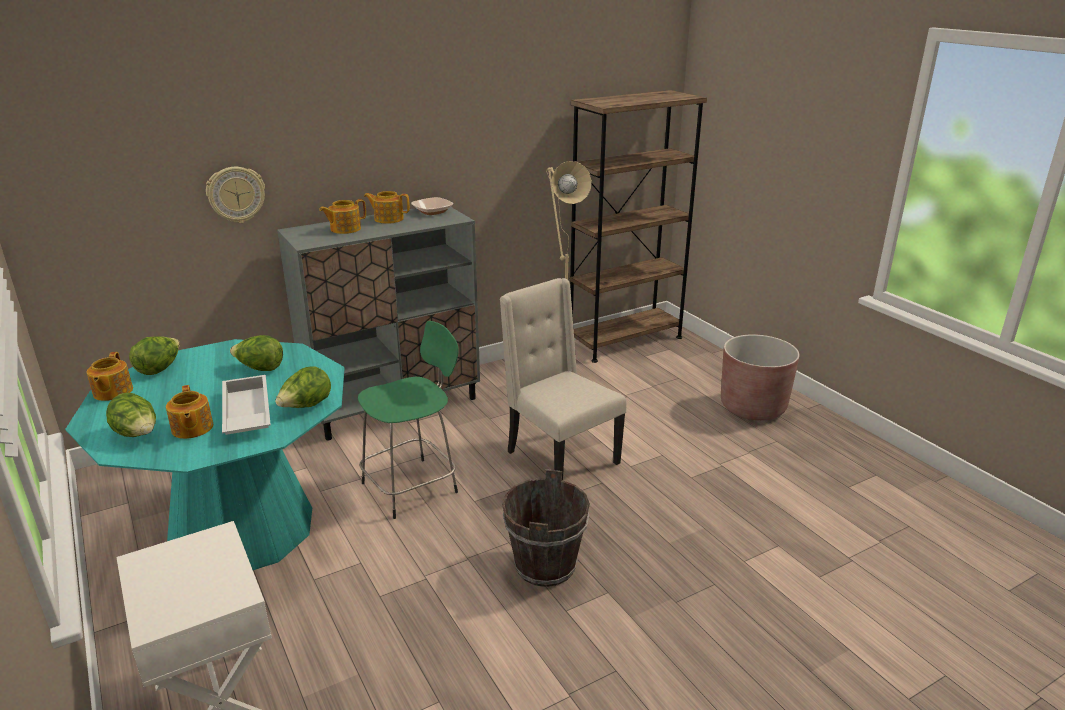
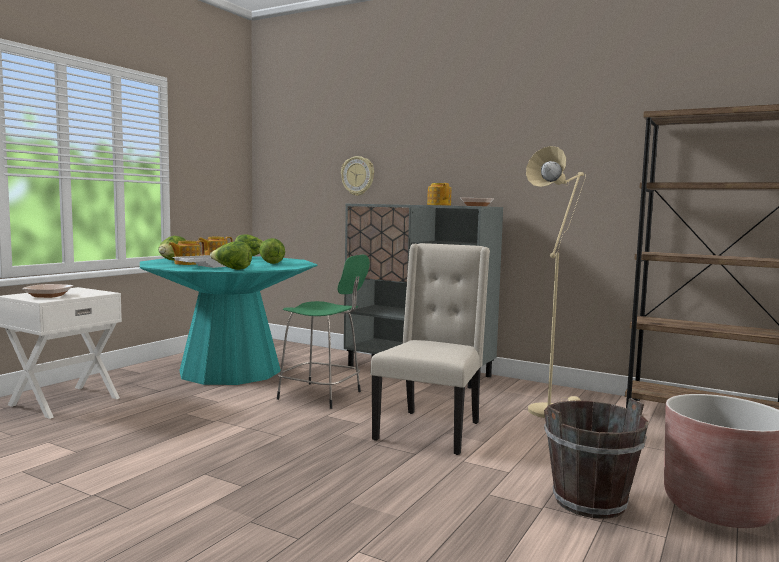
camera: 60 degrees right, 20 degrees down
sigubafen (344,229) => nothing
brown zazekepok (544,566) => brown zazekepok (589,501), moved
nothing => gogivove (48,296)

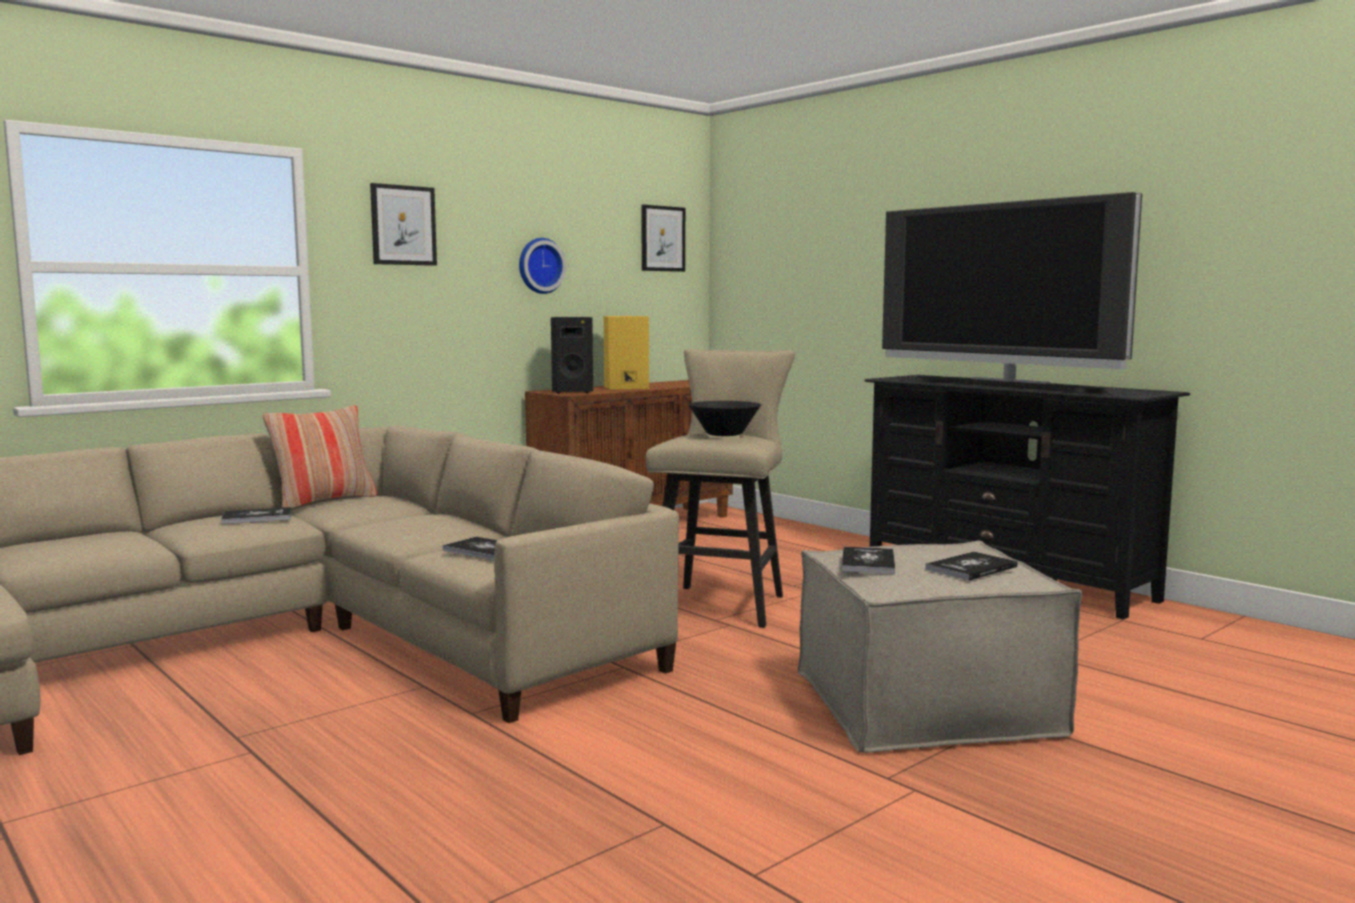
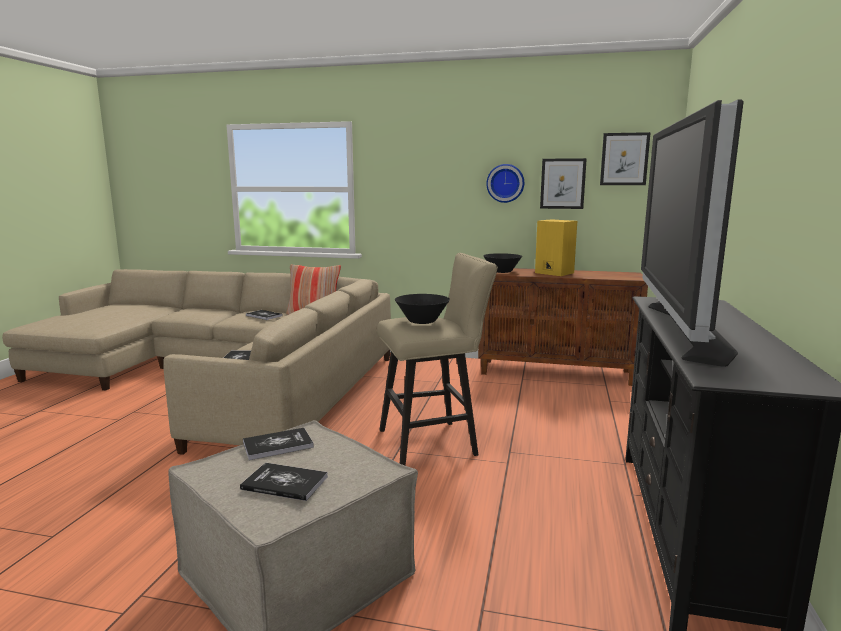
camera: 55 degrees right, 5 degrees up
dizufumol (403,225) => dizufumol (562,183), moved
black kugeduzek (572,392) => black gogivove (502,271)

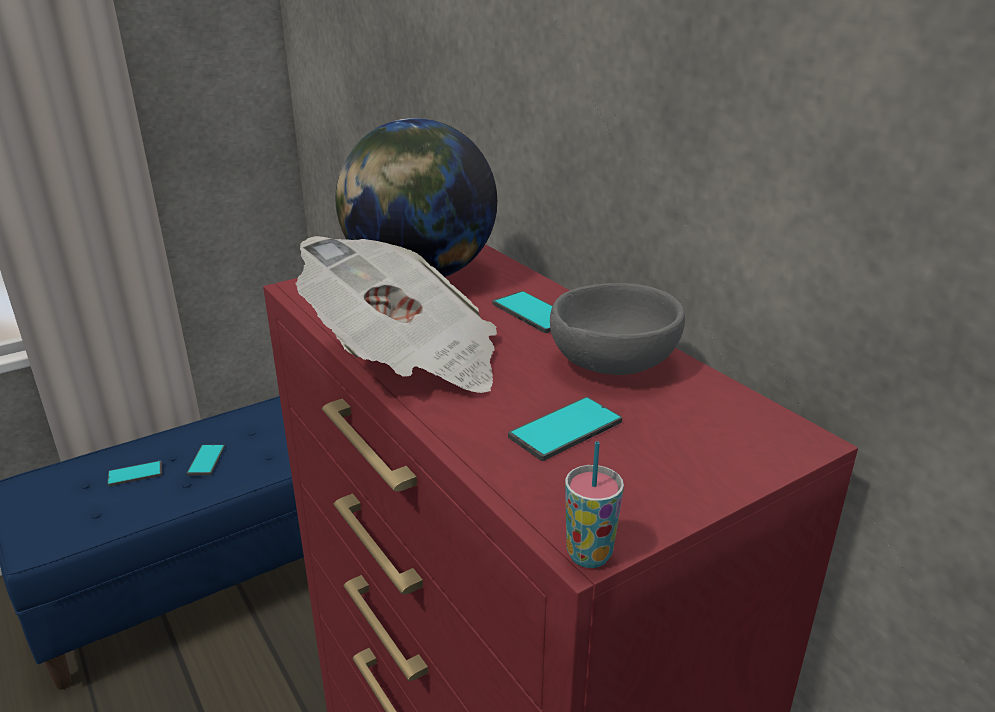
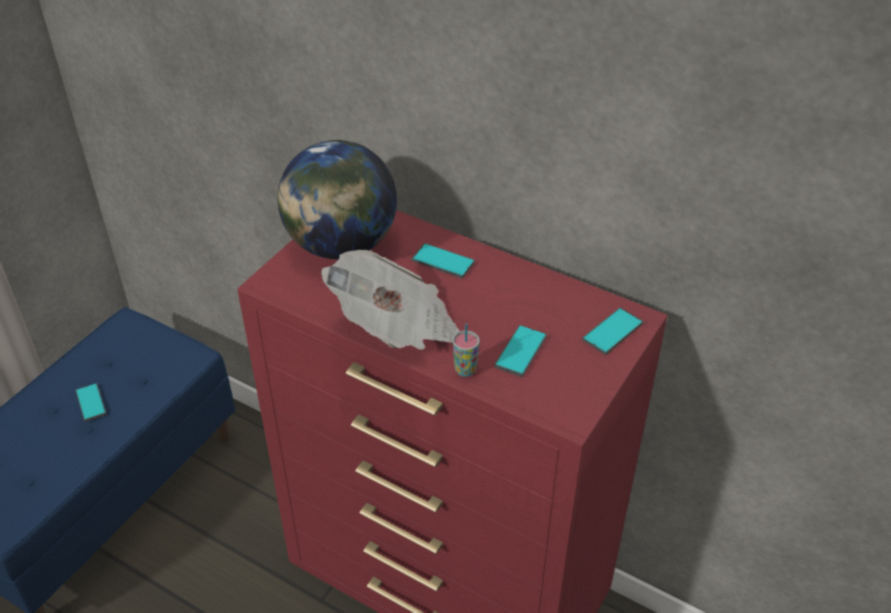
camera: 25 degrees left, 15 degrees up
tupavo (135,474) => tupavo (612,331), moved
grey gogivove (615,364) => nothing
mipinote (589,555) => mipinote (465,370), moved

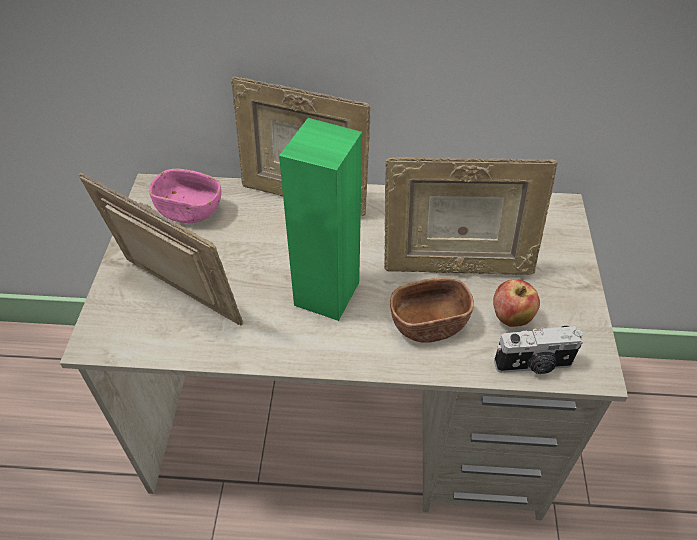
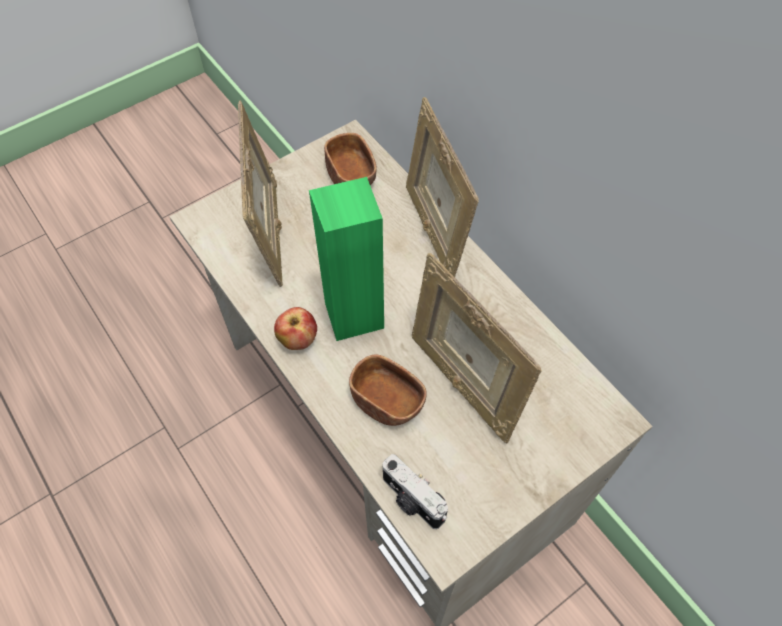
camera: 50 degrees right, 10 degrees up
pink gogivove (190,210) => brown gogivove (351,176)
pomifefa (511,317) => pomifefa (298,339), moved

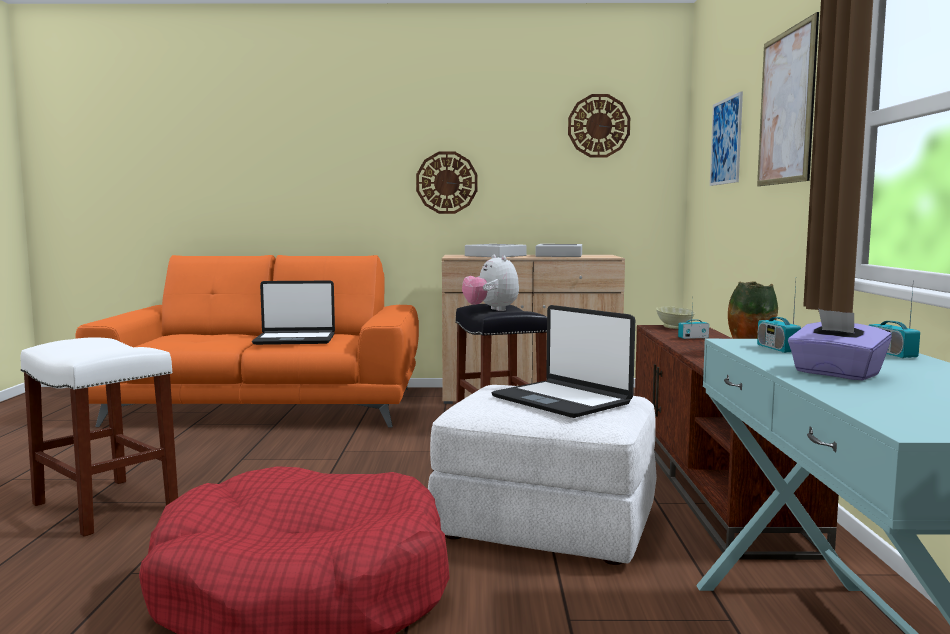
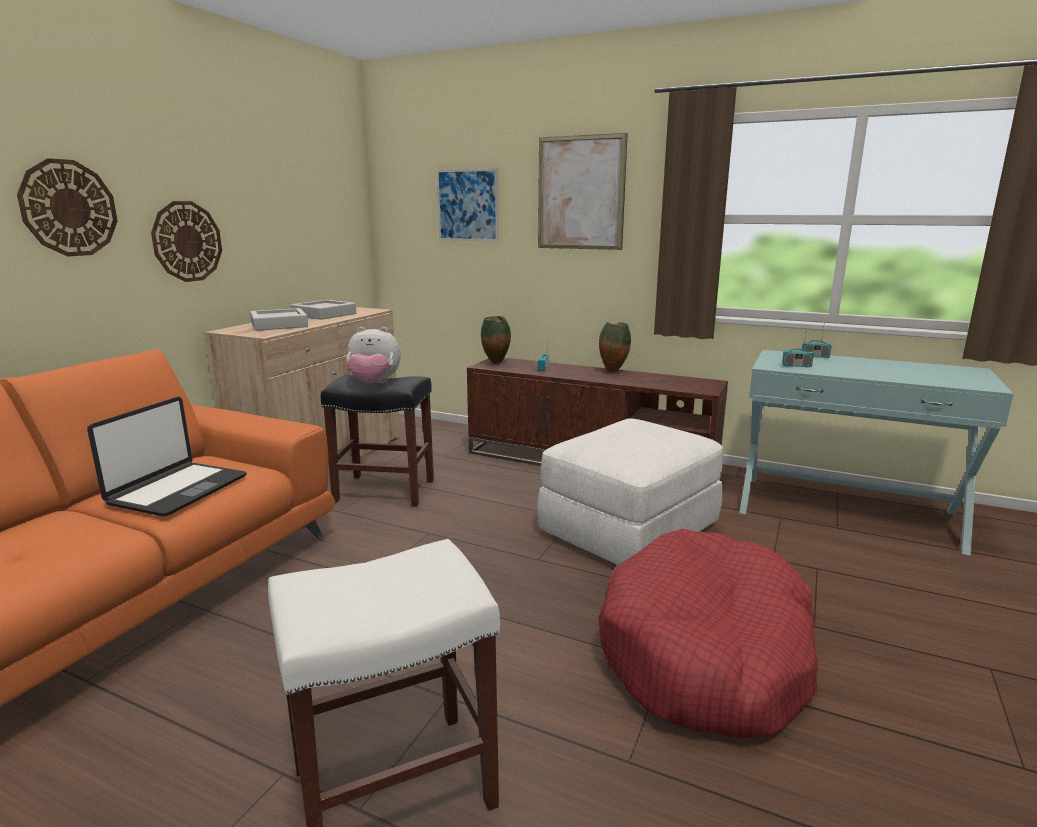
camera: 65 degrees left, 10 degrees up
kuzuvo (562,400) => nothing
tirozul (598,126) => tirozul (69,208), moved
beige gogivove (674,328) => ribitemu (496,363)
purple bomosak (835,374) => nothing

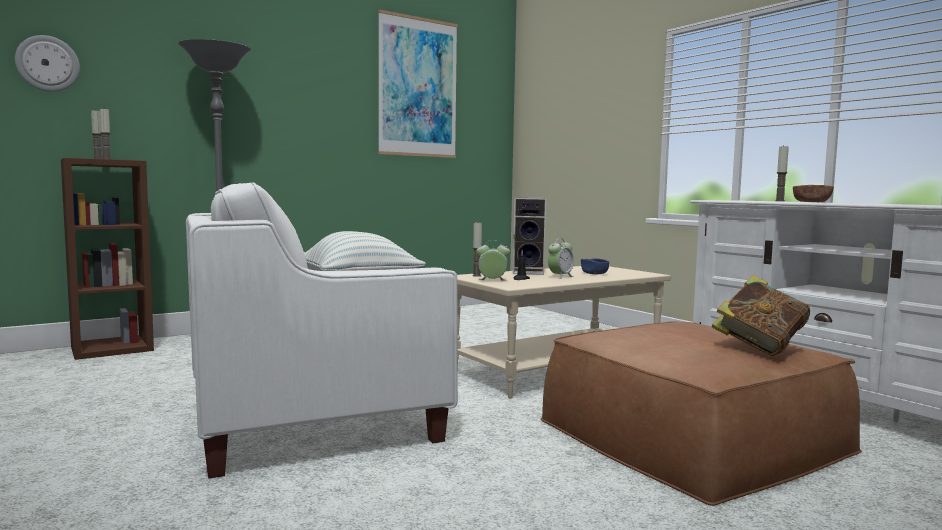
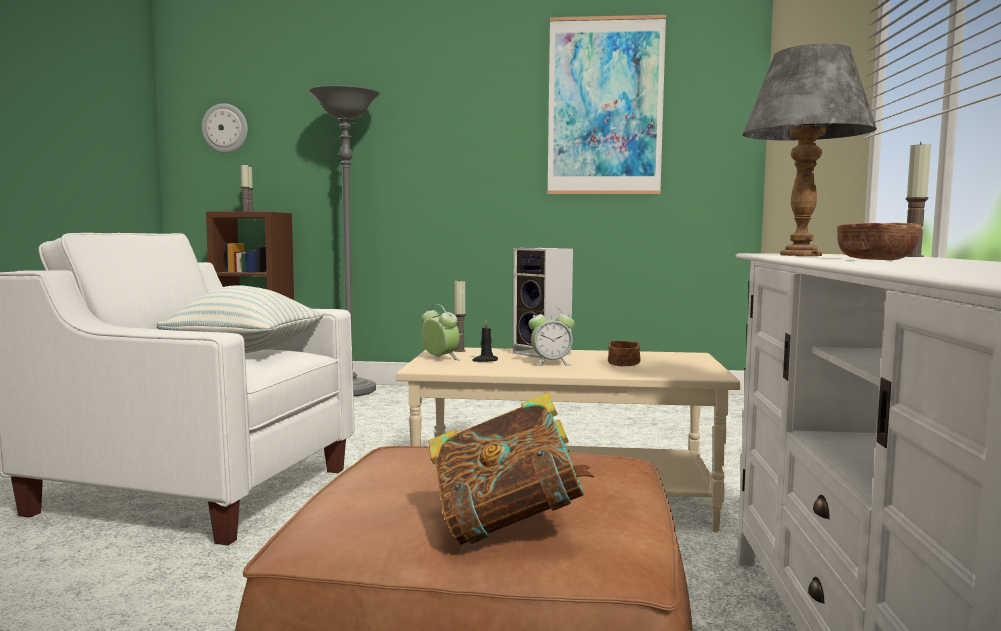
camera: 40 degrees right, 0 degrees up
blue gogivove (594,273) => brown gogivove (623,365)
nothing => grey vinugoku (801,255)

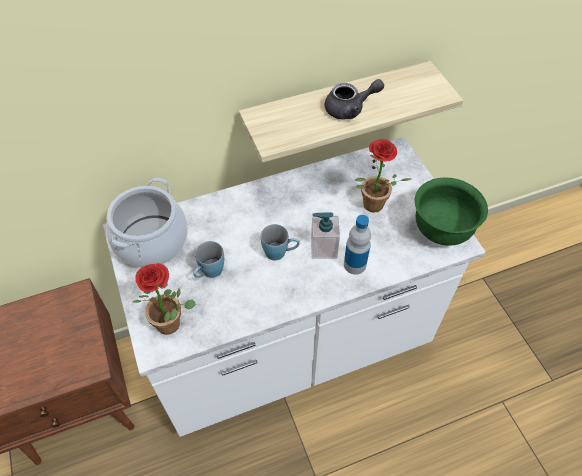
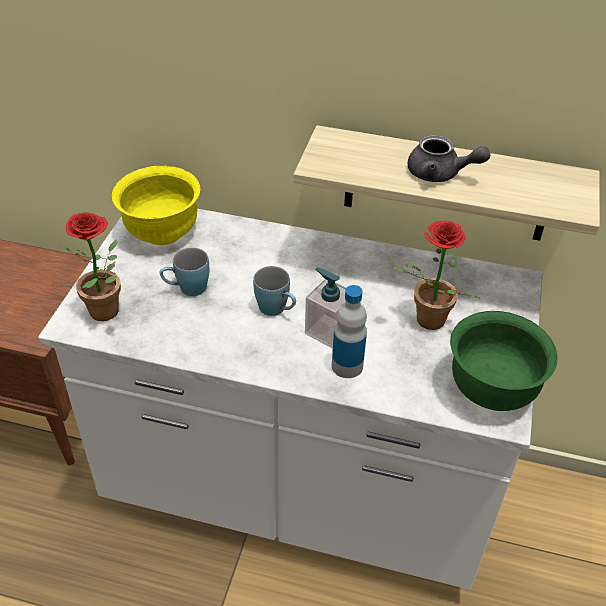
camera: 35 degrees right, 10 degrees down
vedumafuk (151,241) => yellow gogivove (161,232)

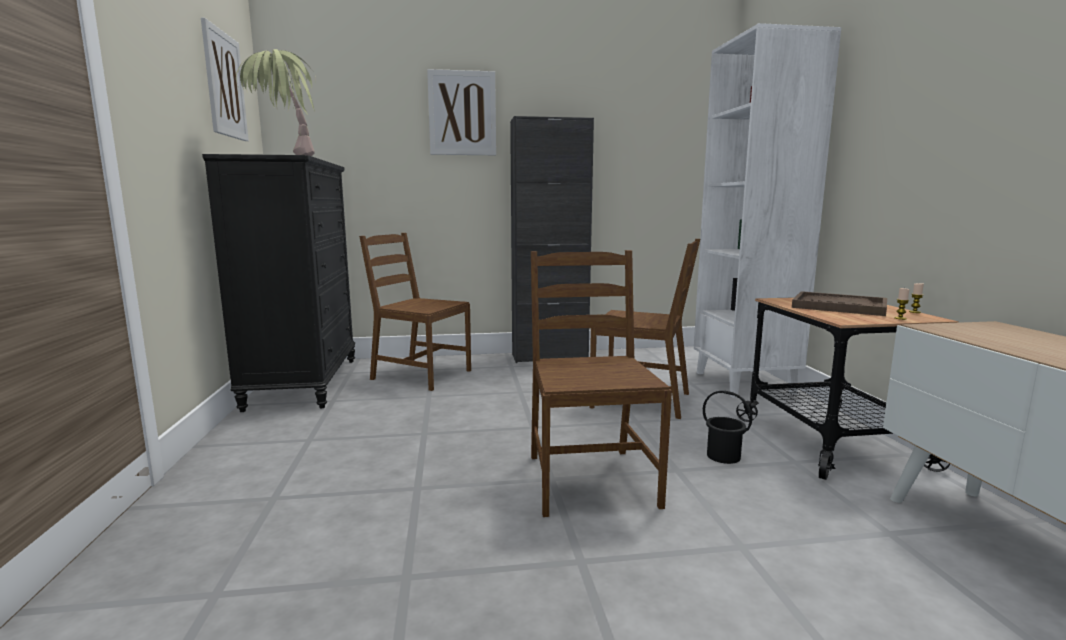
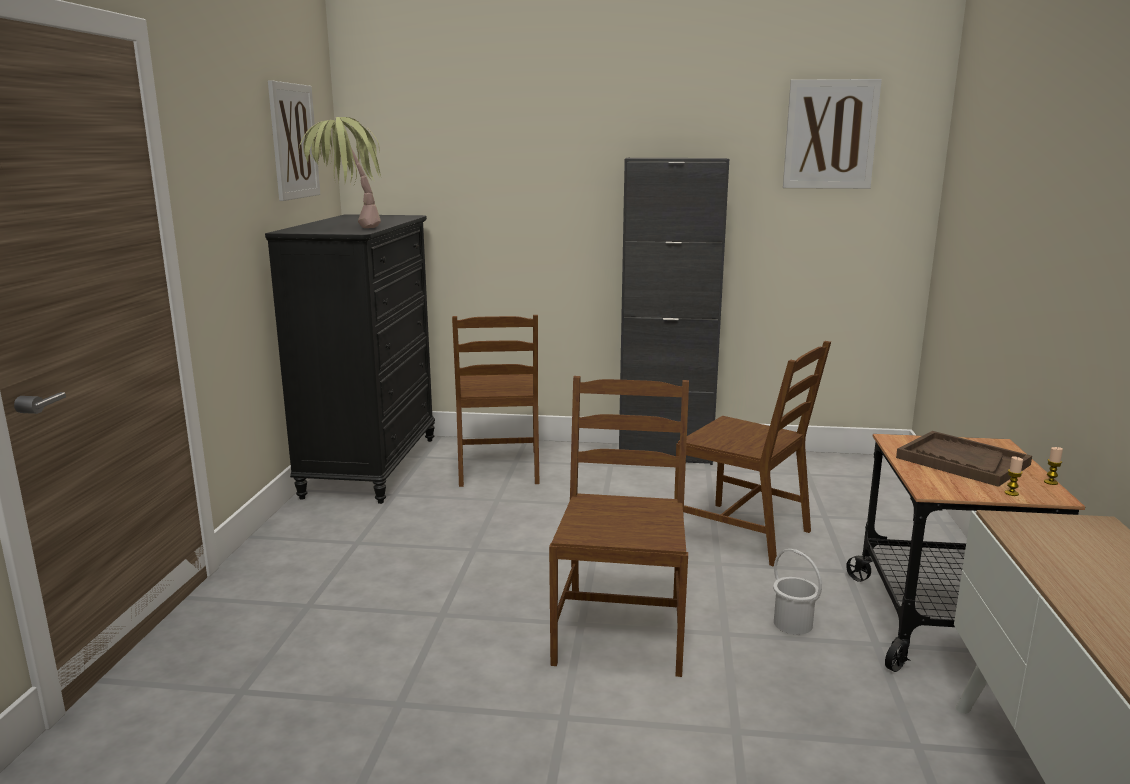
camera: 15 degrees right, 5 degrees up
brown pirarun (420,375) => brown pirarun (499,468), 135 degrees counterclockwise
dizufumol (462,113) => dizufumol (830,134), moved
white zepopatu (745,383) => nothing
black zazekepok (723,456) => white zazekepok (793,623)

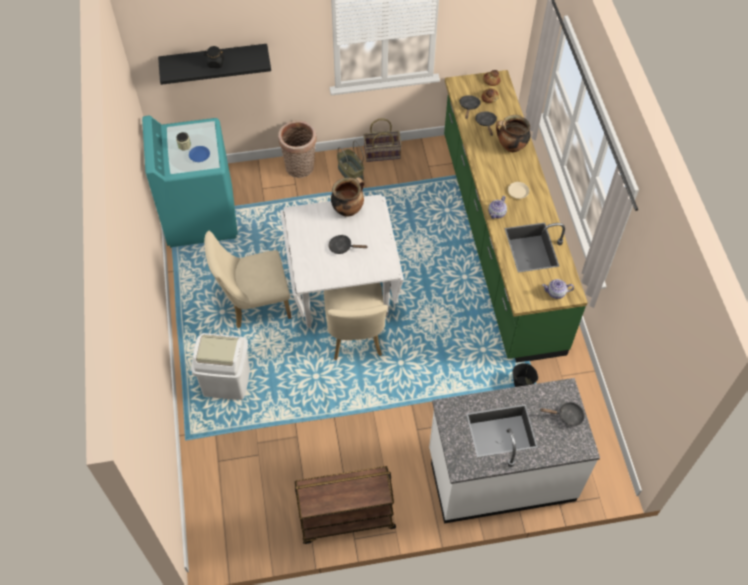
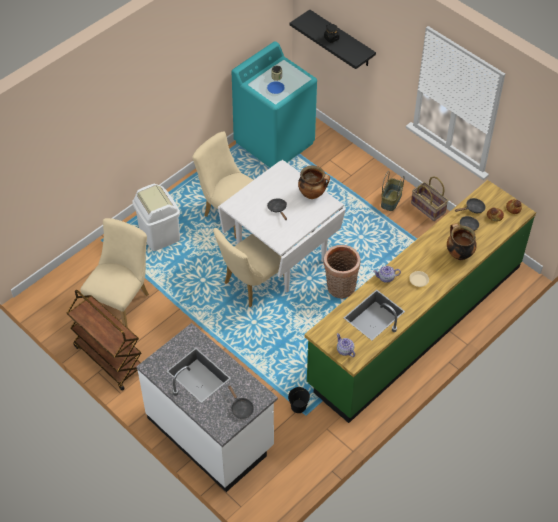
camera: 55 degrees right, 5 degrees down
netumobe (300,168) => netumobe (340,289), moved
nothing => beige pirarun (121,301)

